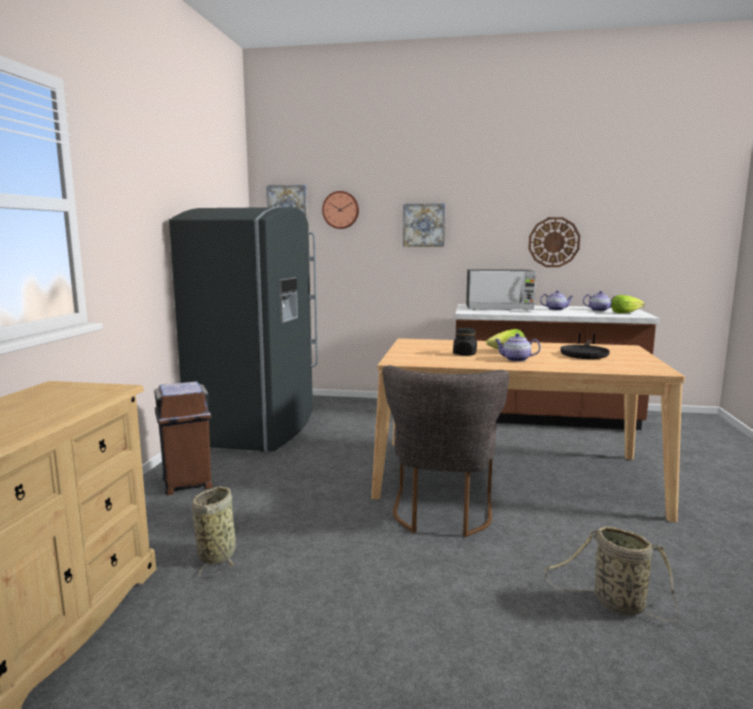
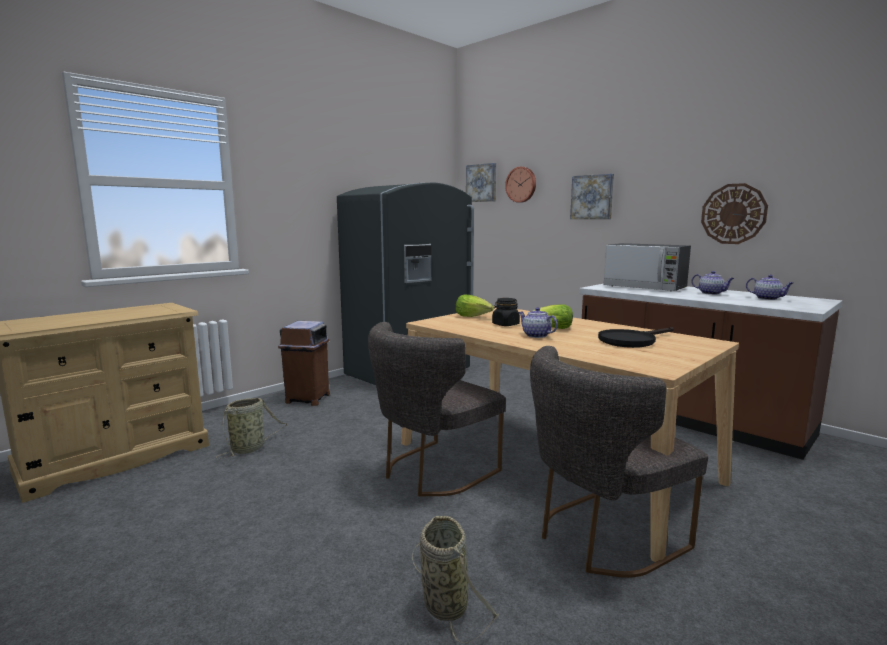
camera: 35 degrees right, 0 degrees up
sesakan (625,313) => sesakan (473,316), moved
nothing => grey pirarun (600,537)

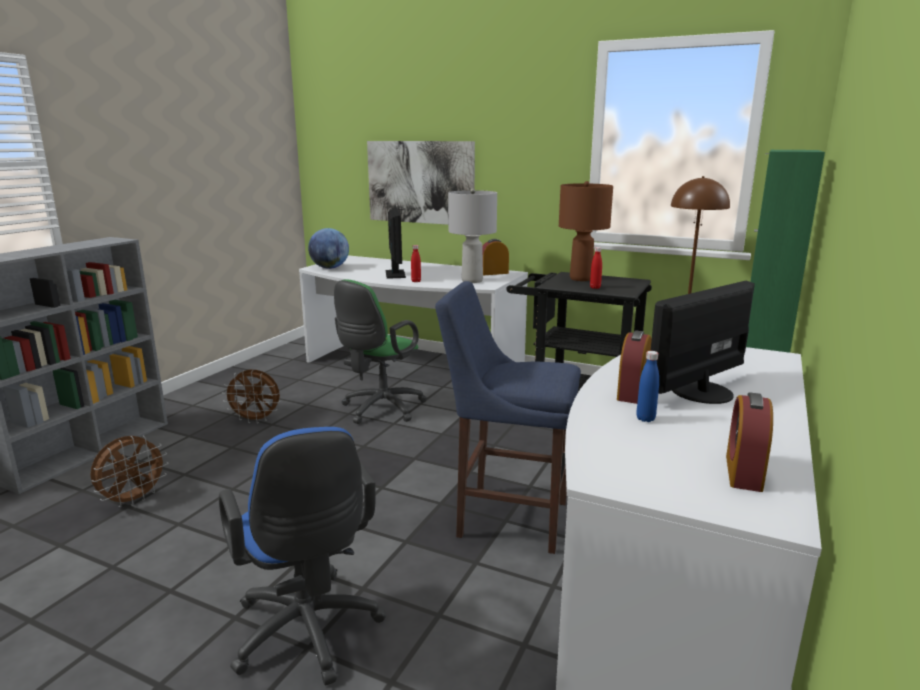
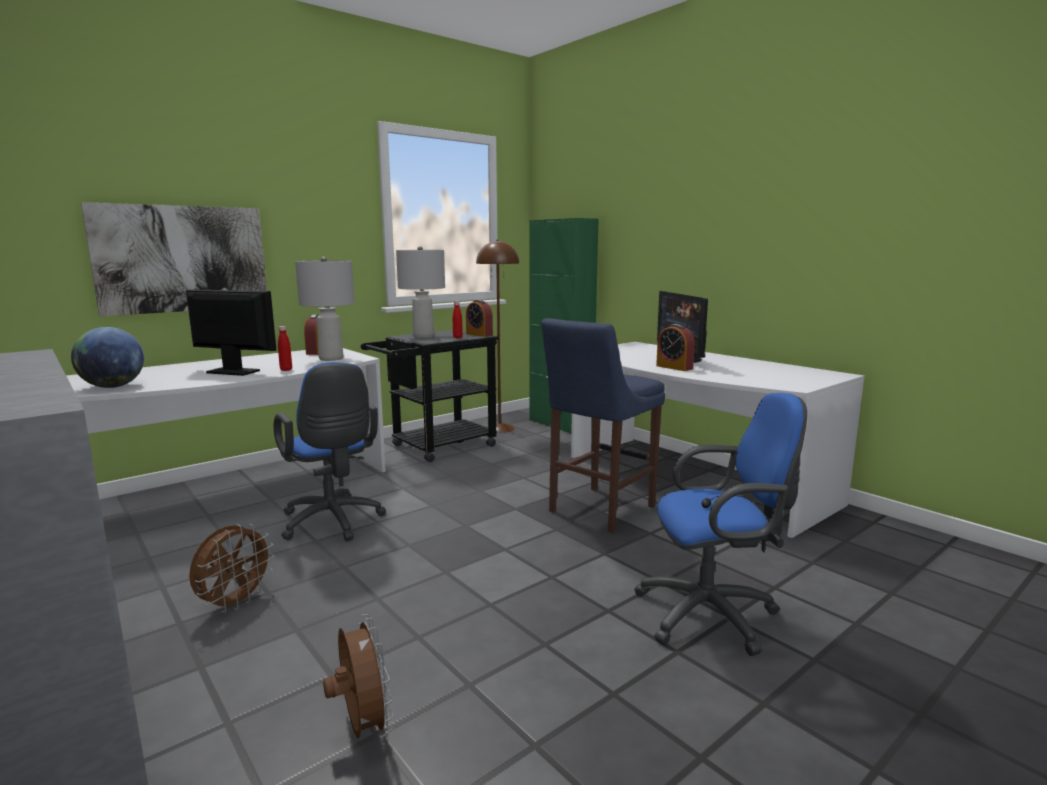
camera: 65 degrees left, 5 degrees down
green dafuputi (380,409) => blue dafuputi (333,523)
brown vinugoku (581,279) => grey vinugoku (424,336)
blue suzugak (645,419) => nothing
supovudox (743,472) => supovudox (479,334), moved

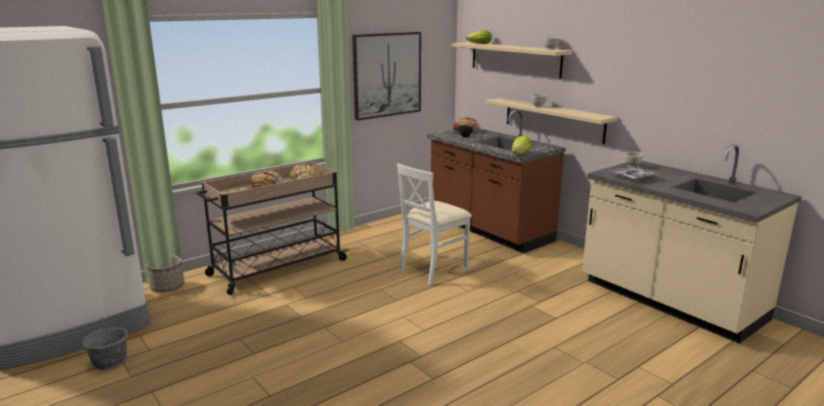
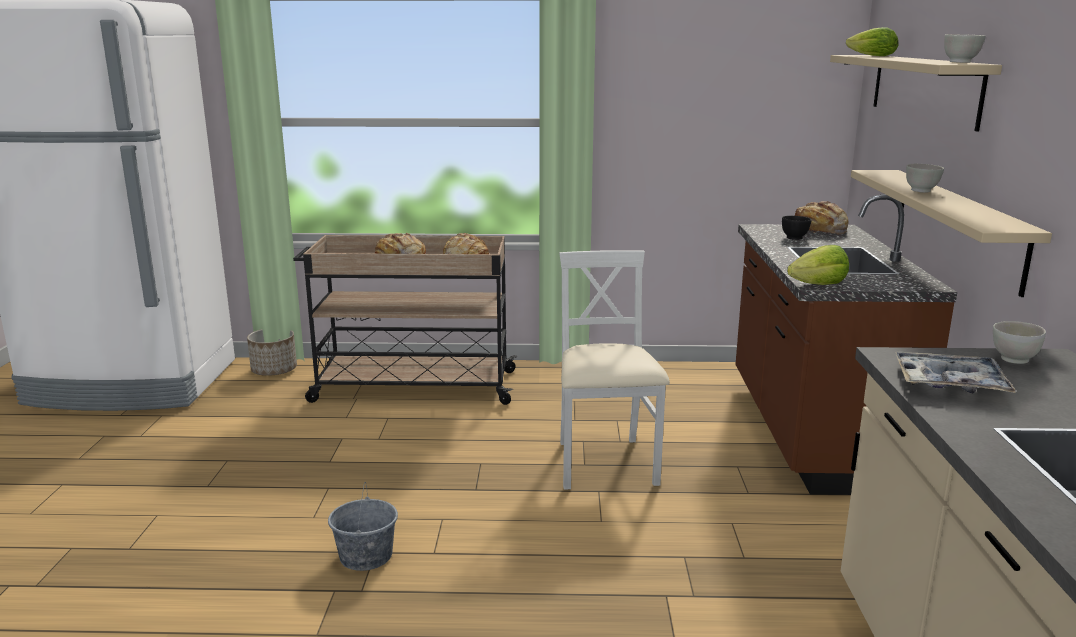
camera: 40 degrees right, 0 degrees up
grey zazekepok (109,361) => grey zazekepok (366,556), moved
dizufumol (387,75) => nothing
white pirarun (433,269) => white pirarun (605,464), 90 degrees clockwise

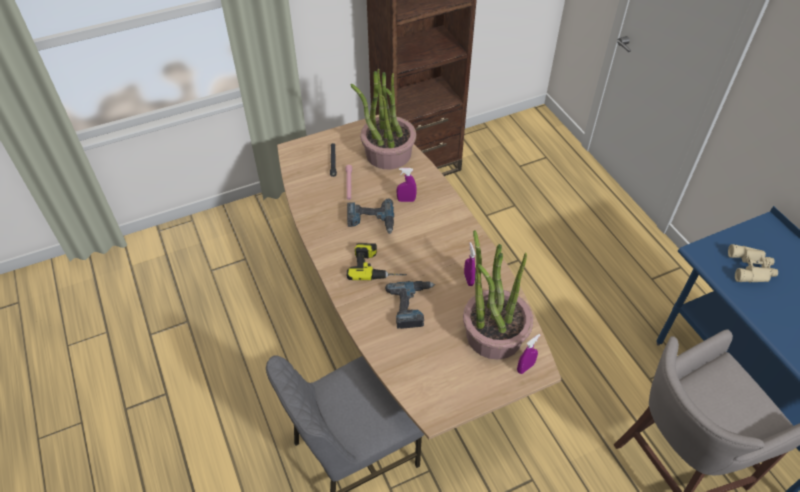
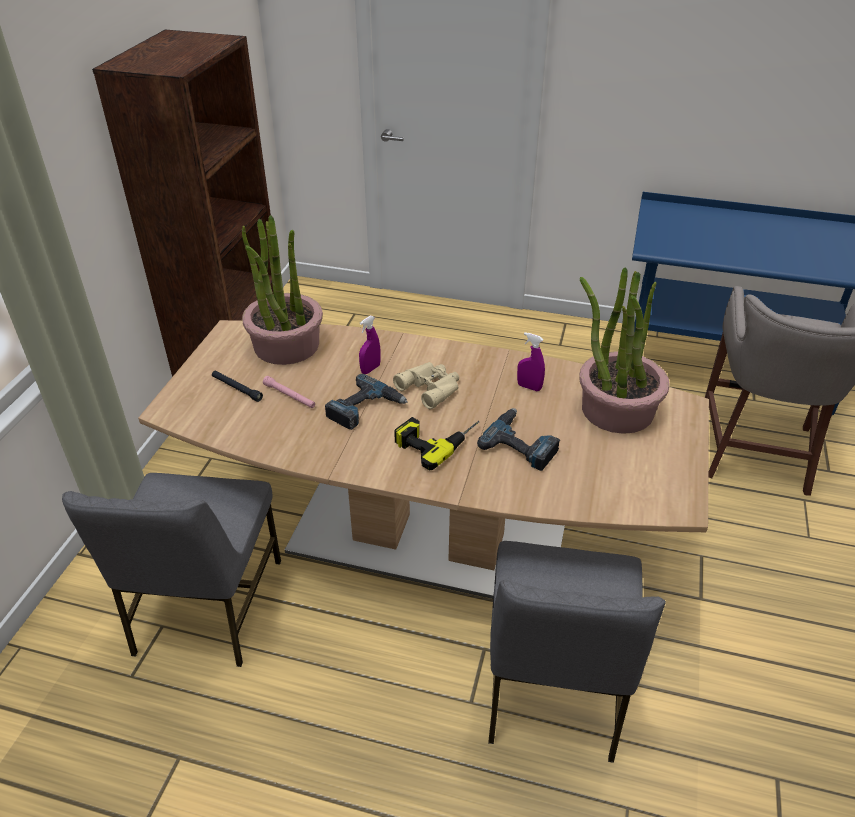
camera: 50 degrees left, 10 degrees down
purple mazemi (525,367) => nothing
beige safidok (752,268) => beige safidok (431,387), moved
nothing => grey pirarun (205,608)

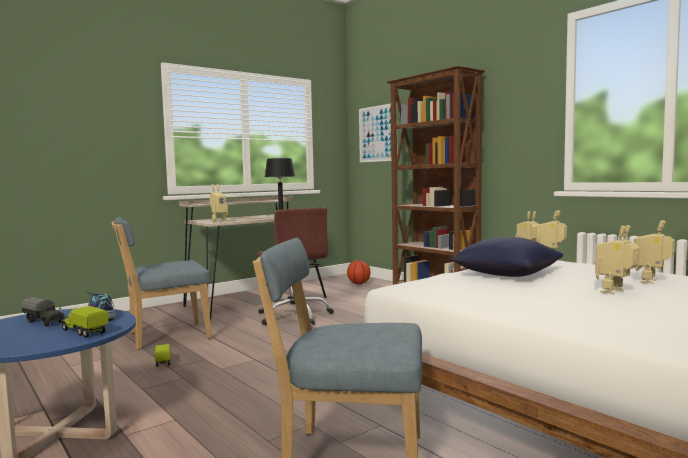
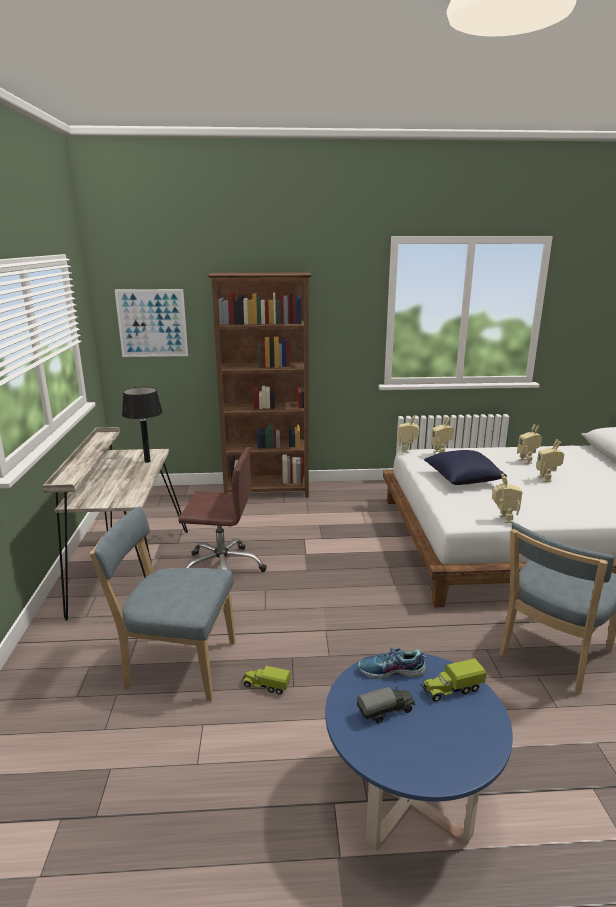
camera: 55 degrees left, 15 degrees up
blue pirarun (165,336) => blue pirarun (176,664), 90 degrees clockwise
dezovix (218,222) => dezovix (503,519), moved
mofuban (358,284) => nothing

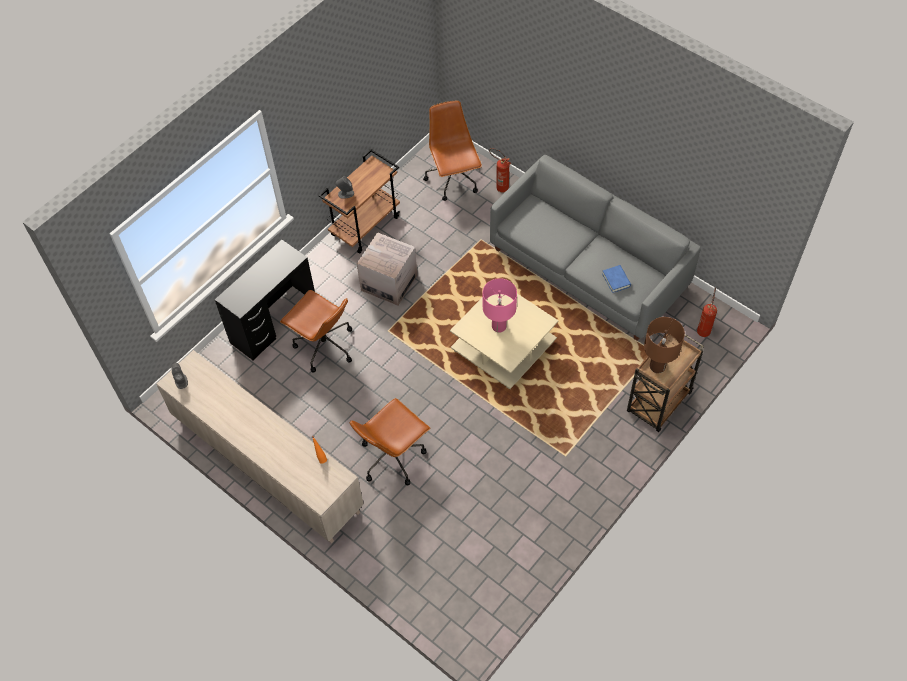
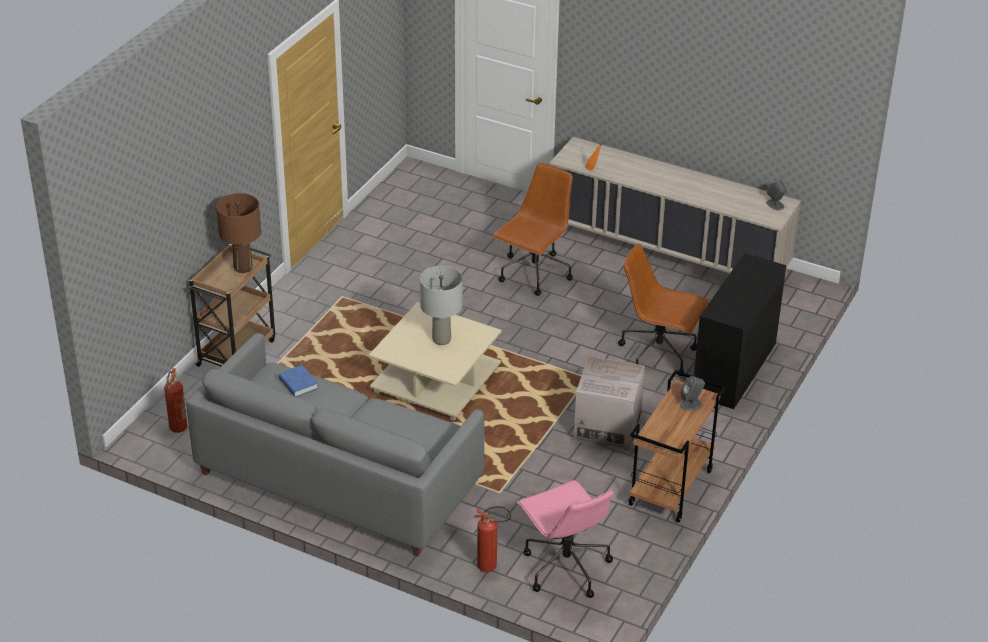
camera: 165 degrees right, 20 degrees down
brown dafuputi (454,180) => pink dafuputi (565,567)
pink vinugoku (499,326) => grey vinugoku (441,340)

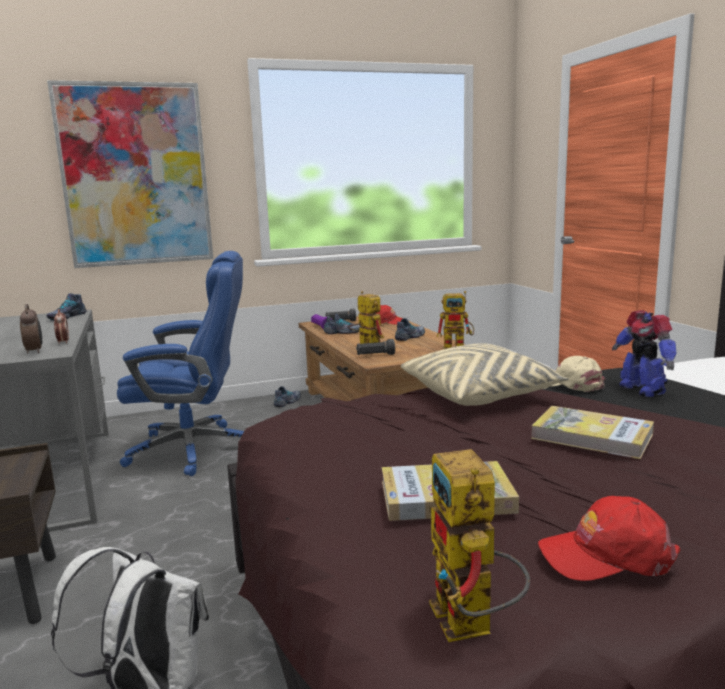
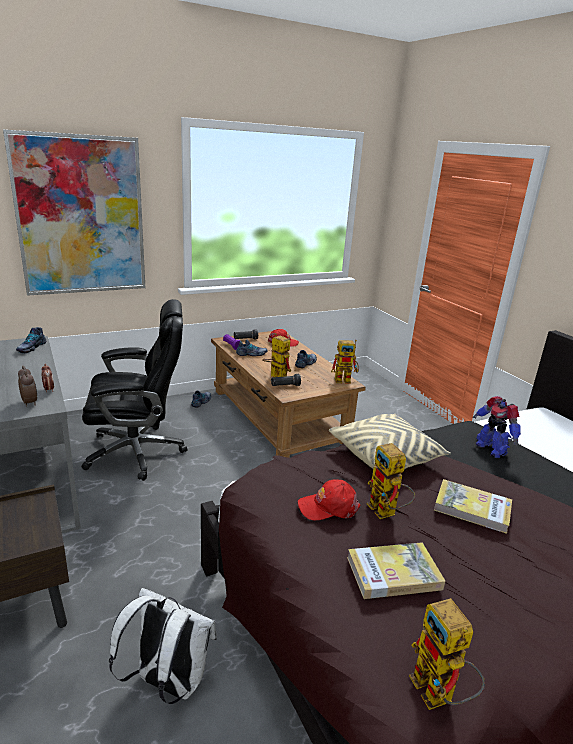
camera: 10 degrees left, 10 degrees up
blue dafuputi (194,449) => black dafuputi (137,451)
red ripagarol (606,555) => red ripagarol (328,507), moved
beige ripagarol (570,384) => nothing
nothing => dezovix (386,512)

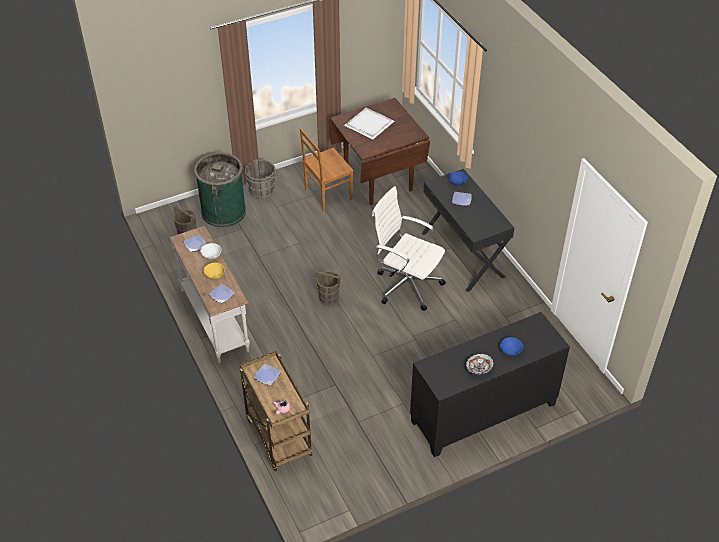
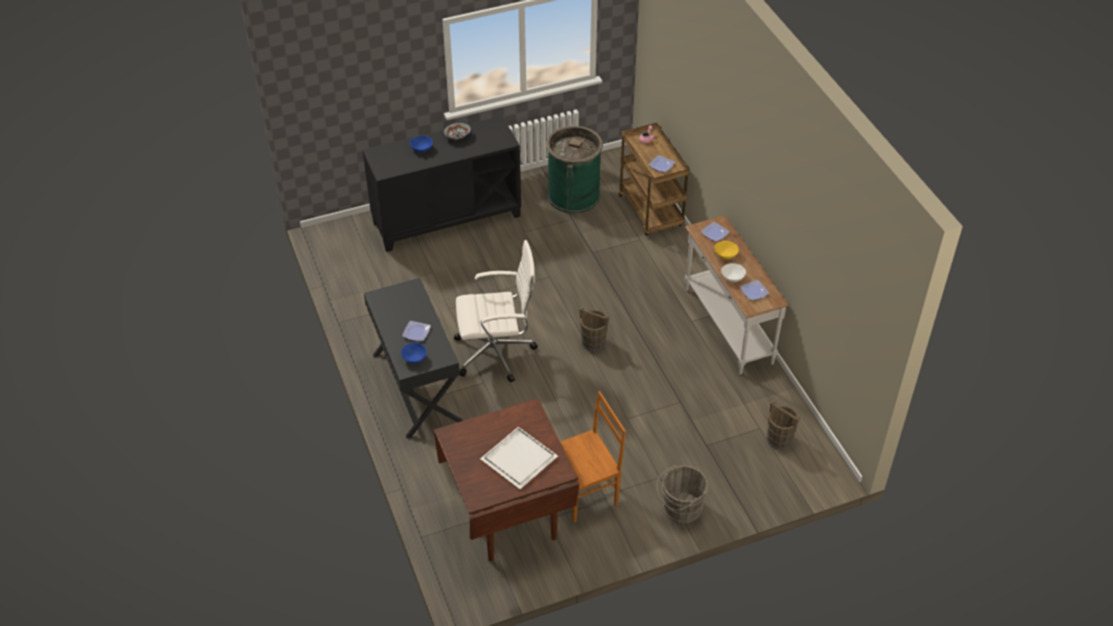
camera: 175 degrees left, 0 degrees up
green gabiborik (223,211) => green gabiborik (573,195), moved
white dafuputi (406,285) => white dafuputi (497,352), 45 degrees counterclockwise

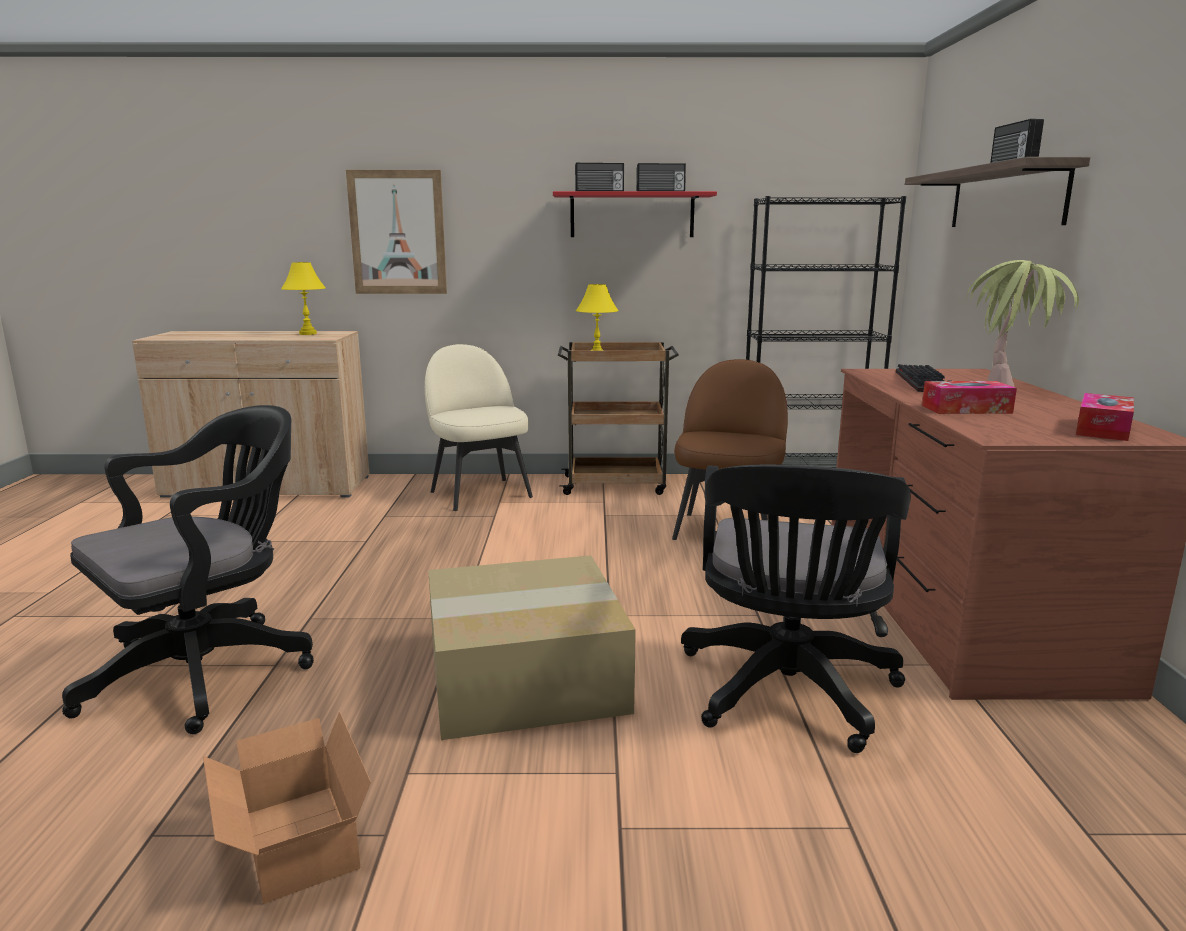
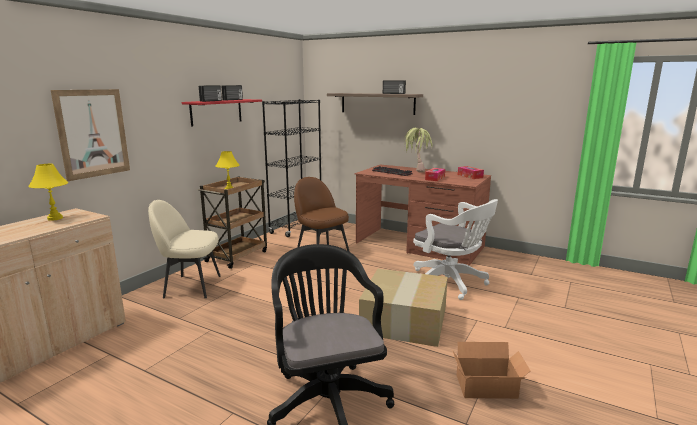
camera: 60 degrees left, 0 degrees up
black dafuputi (787,694) => white dafuputi (451,283)

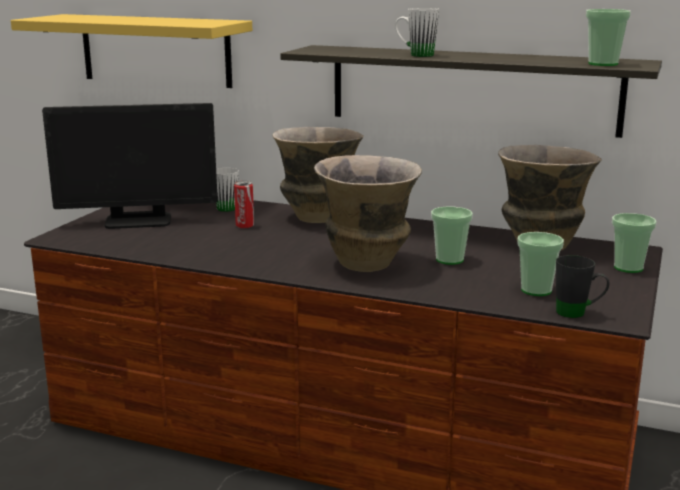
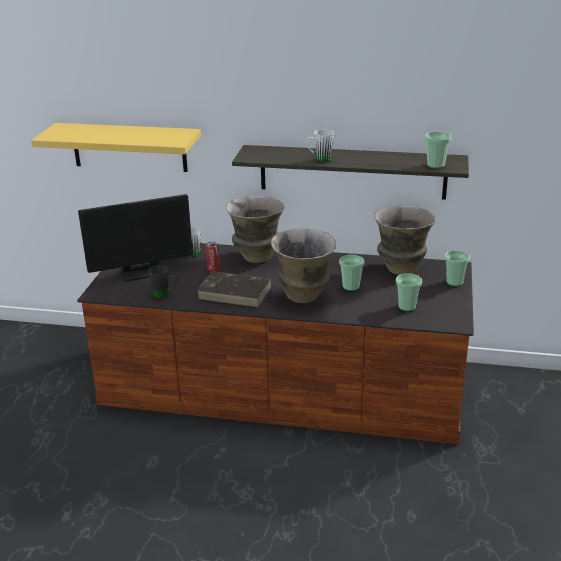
camera: 10 degrees left, 10 degrees up
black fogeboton (578,313) => black fogeboton (164,295), moved
nothing => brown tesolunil (235,292)

